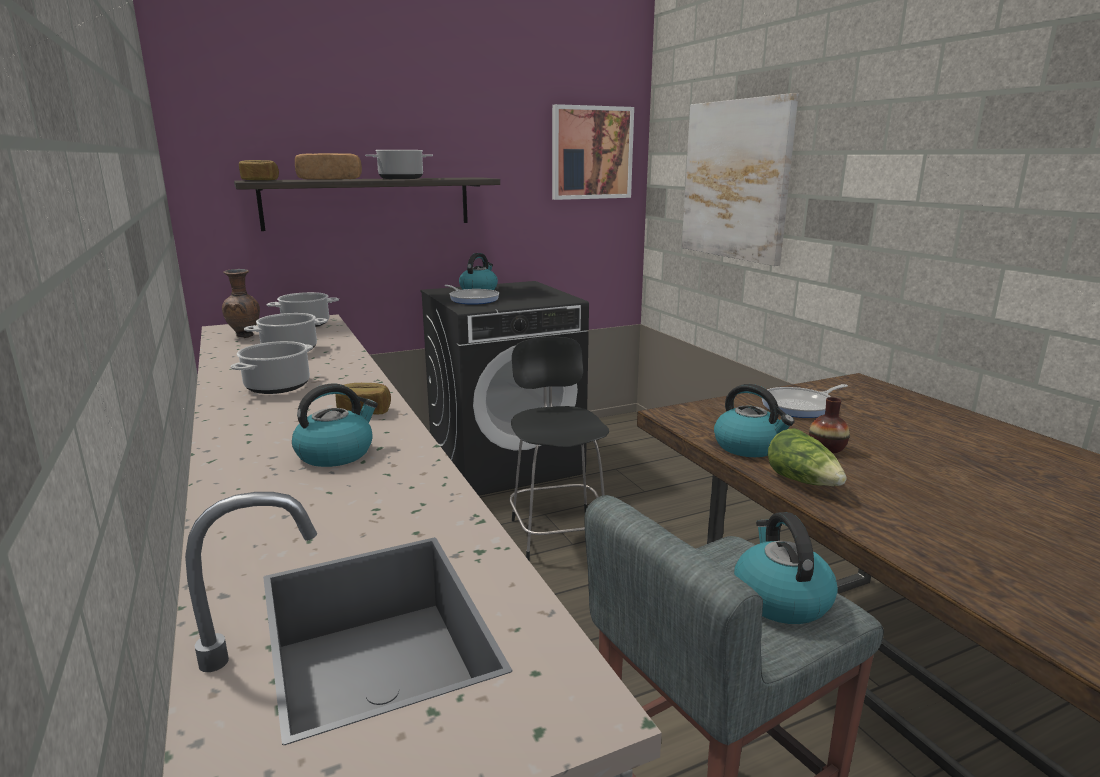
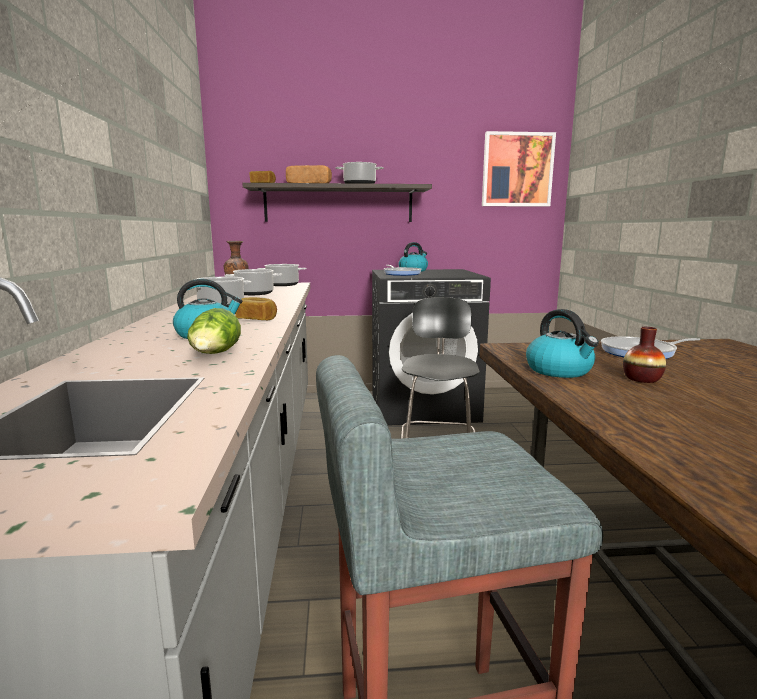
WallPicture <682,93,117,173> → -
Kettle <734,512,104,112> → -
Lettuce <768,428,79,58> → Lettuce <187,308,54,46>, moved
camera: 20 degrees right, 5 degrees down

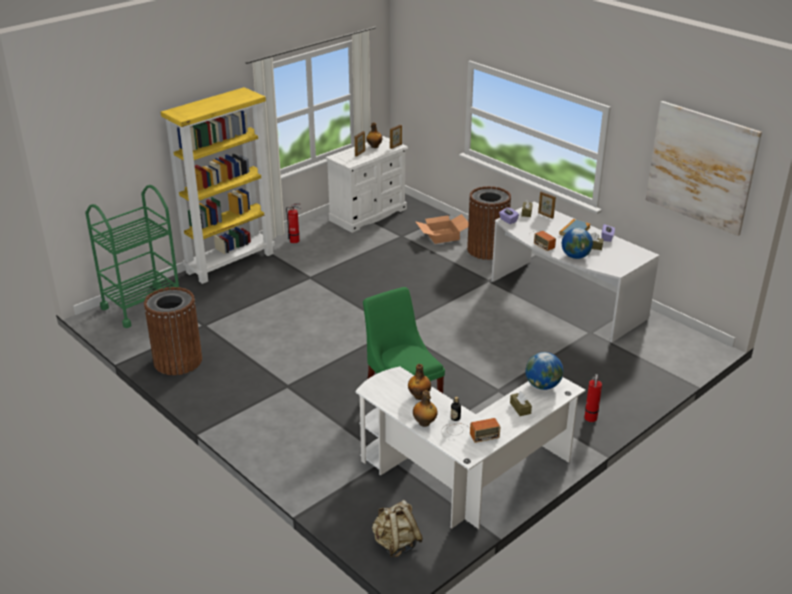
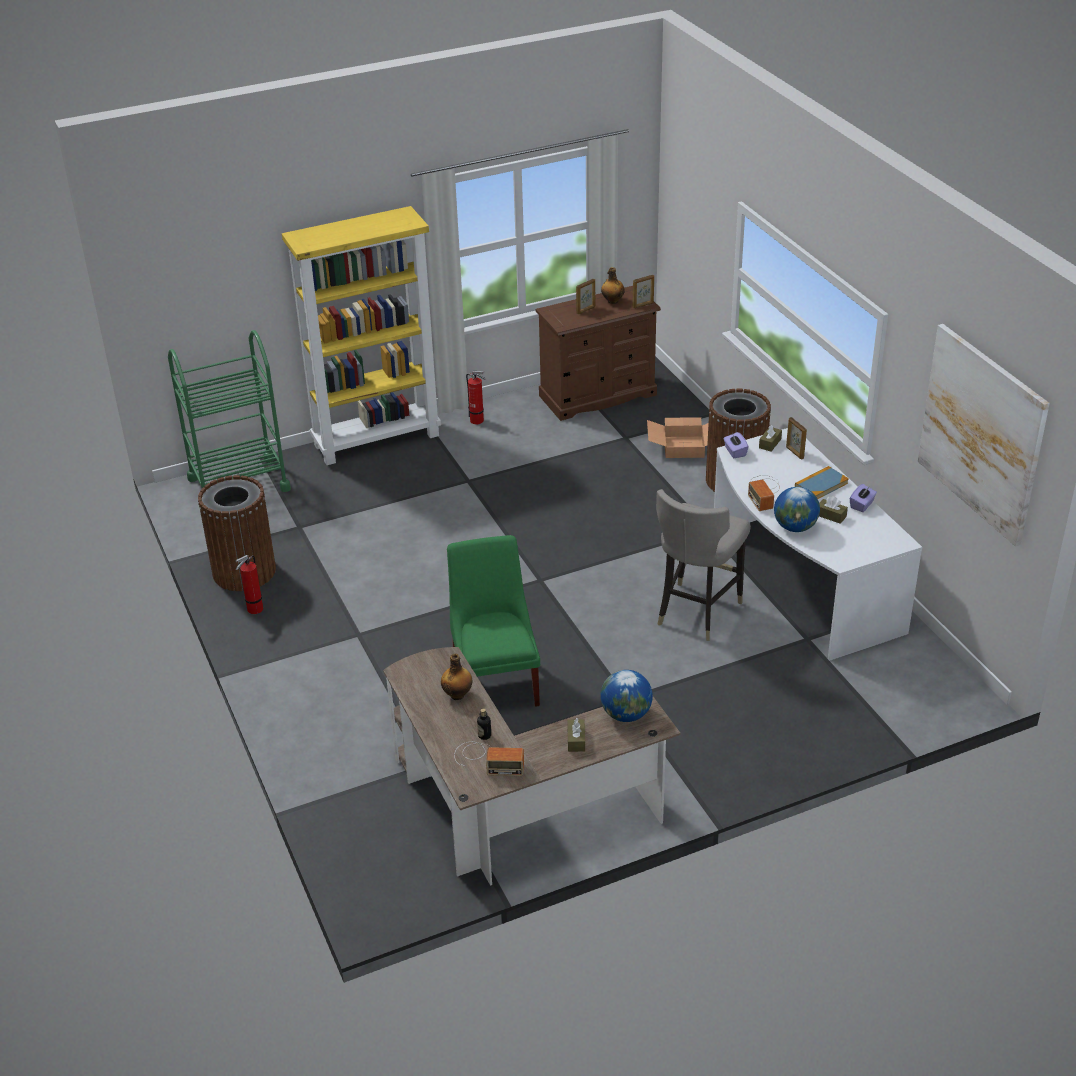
BeigeBackpack <372,500,51,57> → -
Bottle <413,390,24,37> → -
- → GreyStoolSeat <656,489,95,152>
FireFightingCylinder <584,374,18,48> → FireFightingCylinder <236,555,27,59>, moved
WhiteDrawerChest <325,136,83,97> → BrownColouredDrawerChest <536,286,125,135>
WhiteDesk <356,367,230,162> → BrownColouredDesk <383,647,298,239>
camera: 20 degrees right, 5 degrees up

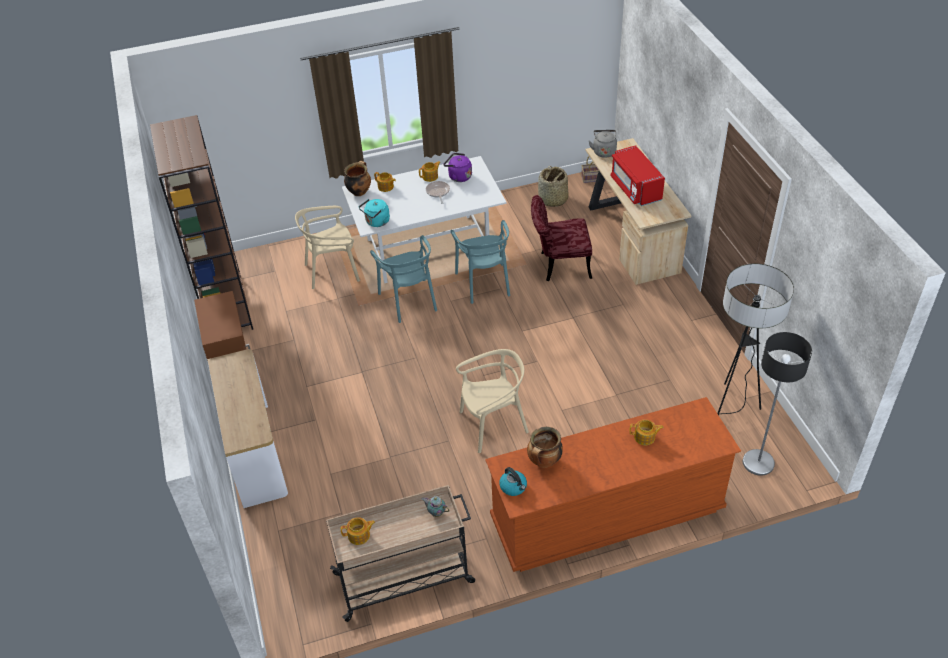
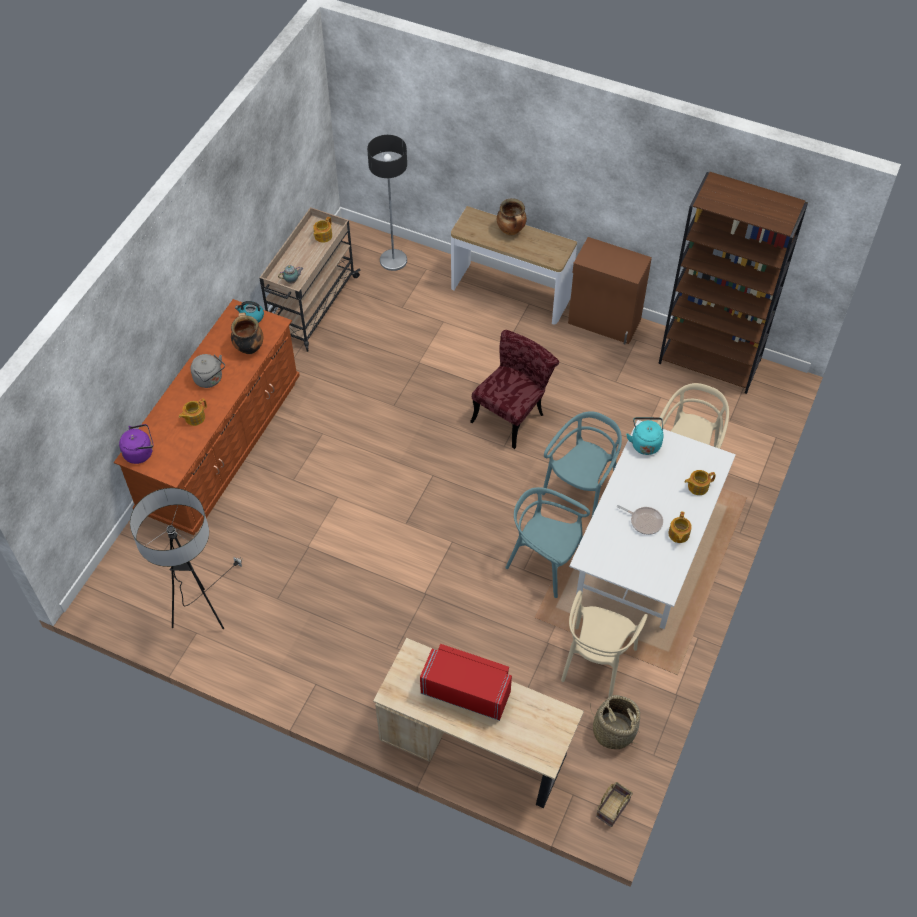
Stockpot <344,161,27,35> → Stockpot <497,198,30,37>, moved
PurplishKettle <443,153,29,29> → PurplishKettle <119,424,34,40>, moved
BeigeChair <456,349,73,104> → BeigeChair <561,590,87,107>, moved
RedColouredChair <531,195,61,86> → RedColouredChair <470,330,89,119>, moved
GreyKettle <589,130,28,28> → GreyKettle <191,354,34,34>, moved
StandardLamp <743,332,69,144> → StandardLamp <367,135,40,136>, moved
BlueGreenChair <370,235,67,88> → BlueGreenChair <542,411,80,105>, 105 degrees clockwise
camera: 130 degrees right, 10 degrees up

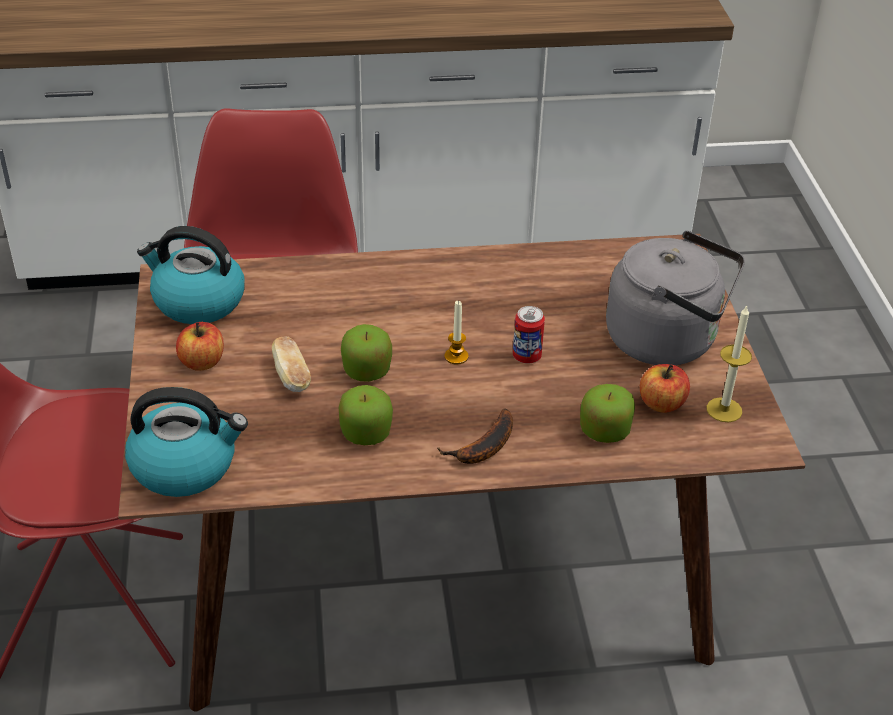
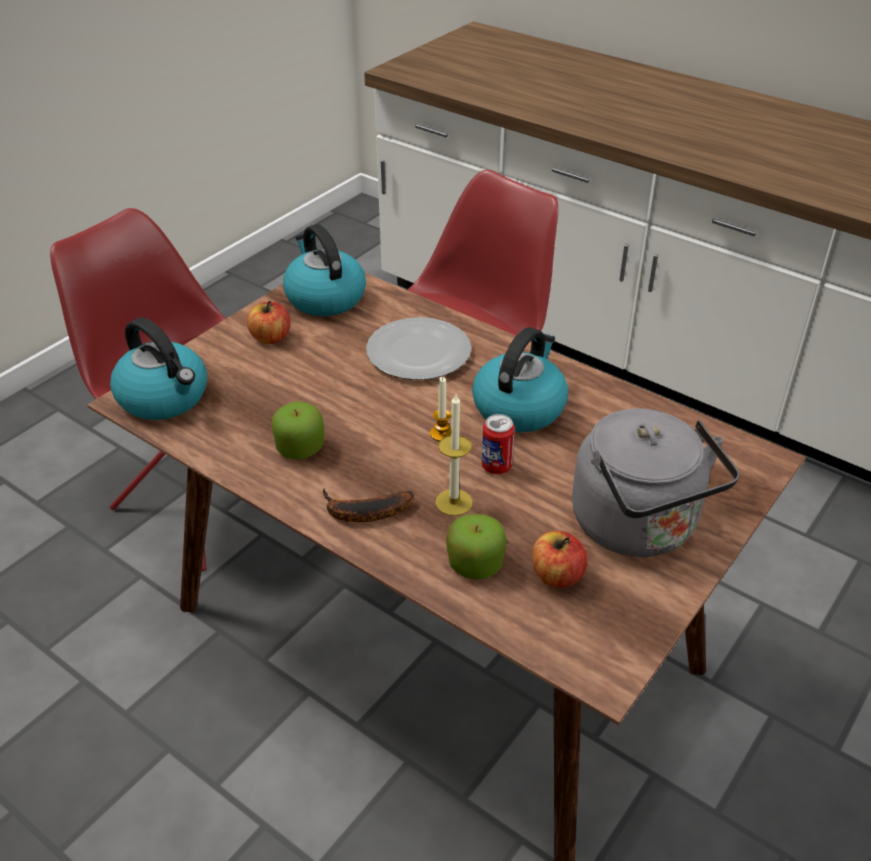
Bread <272,336,39,56> → -
WholeApple <341,324,51,58> → -
- → FlatDish <366,317,105,63>
- → Kettle <472,327,96,105>
Candle <706,305,46,117> → Candle <435,394,38,122>, moved
camera: 45 degrees right, 0 degrees up

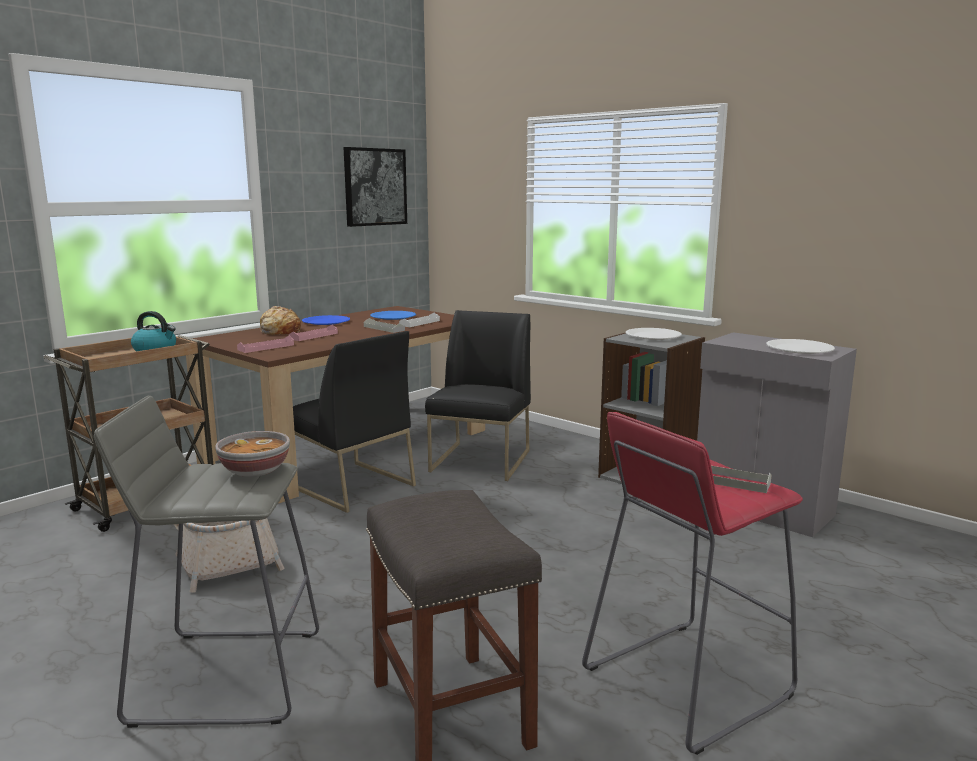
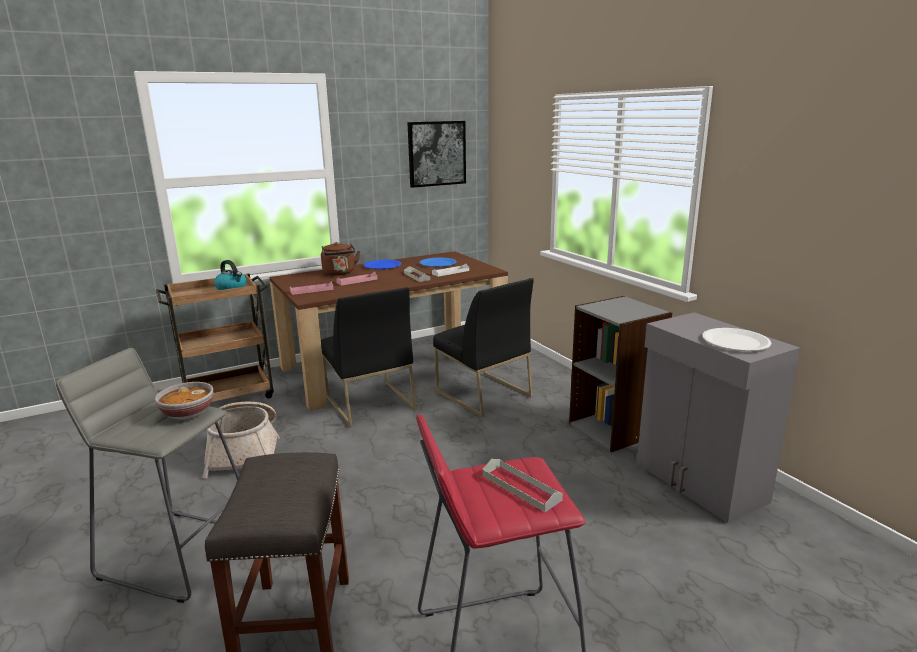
WhiteFlatDish <626,328,56,12> → -
Bread <260,306,41,29> → BrownColouredKettle <321,242,39,34>
BlackishChair <425,310,106,171> → BlackishChair <433,278,101,139>, 105 degrees clockwise
camera: 20 degrees right, 5 degrees up

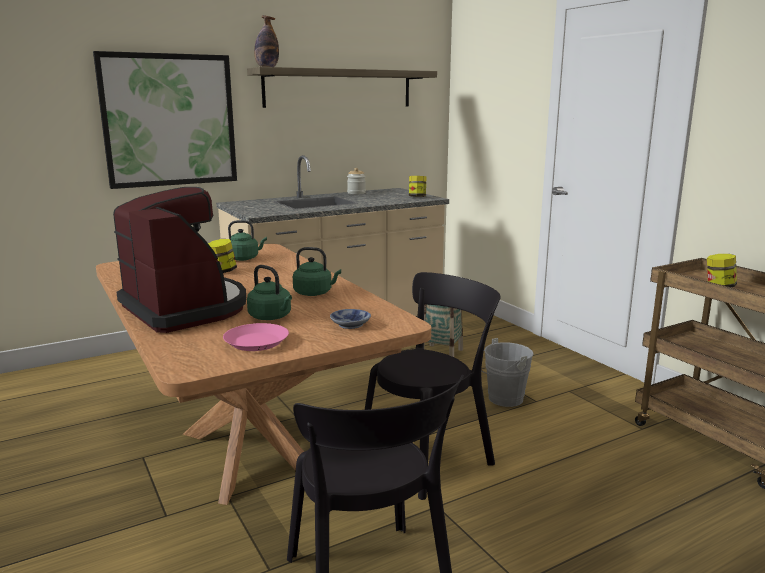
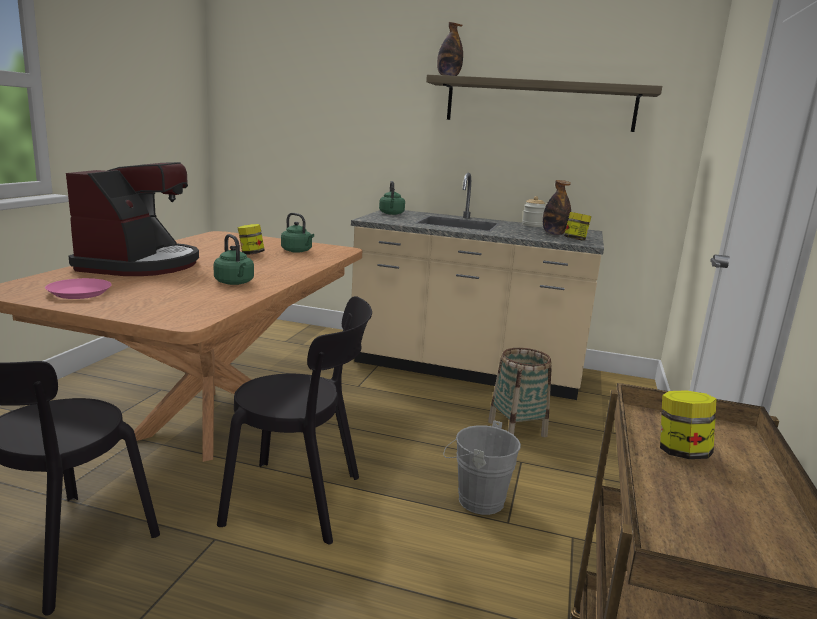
WallPicture <93,51,144,138> → -
DeepDish <330,309,41,20> → -
- → Bottle <543,180,28,55>
GreenishKettle <247,265,45,55> → GreenishKettle <379,181,26,34>, moved
camera: 45 degrees right, 0 degrees up

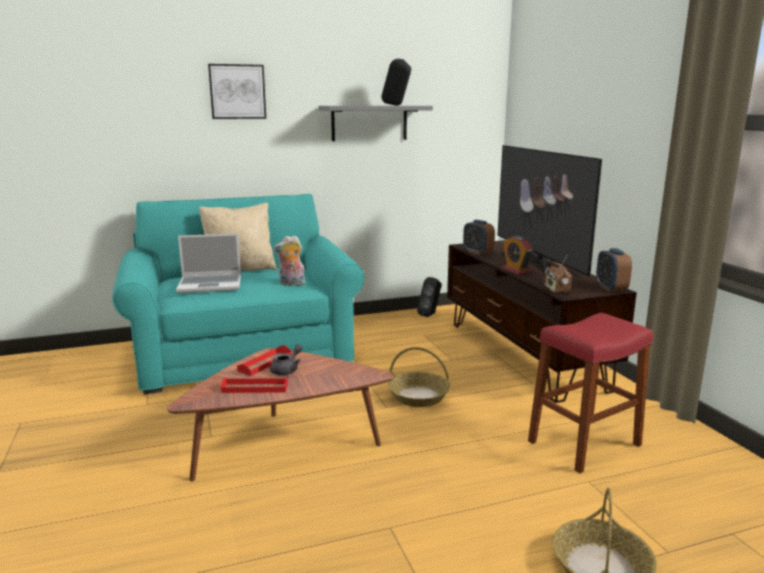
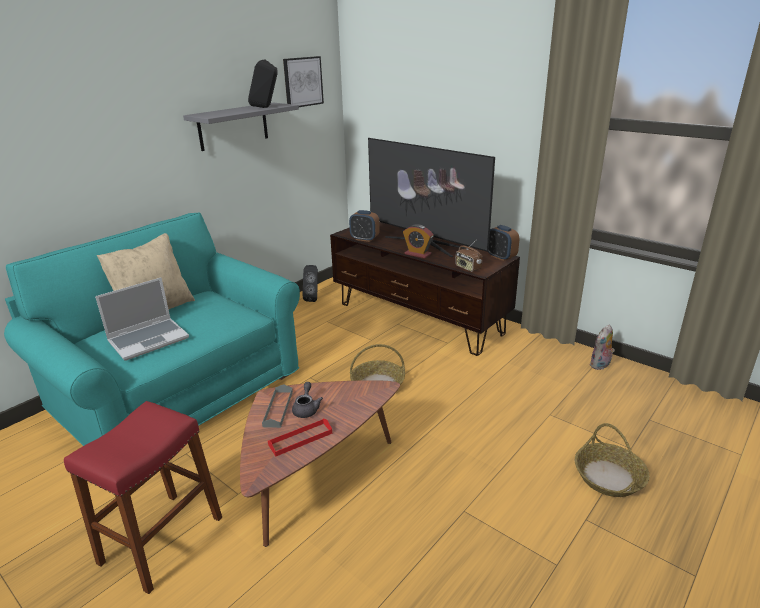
WallPicture <208,64,58,55> → WallPicture <283,56,41,51>, moved
CuddlyToy <273,235,32,51> → CuddlyToy <590,324,25,46>, moved
RedColouredStoolSeat <528,313,125,160> → RedColouredStoolSeat <64,401,158,193>, moved
RedColouredTray <237,345,54,31> → GreyTray <262,384,31,44>
camera: 30 degrees left, 10 degrees up

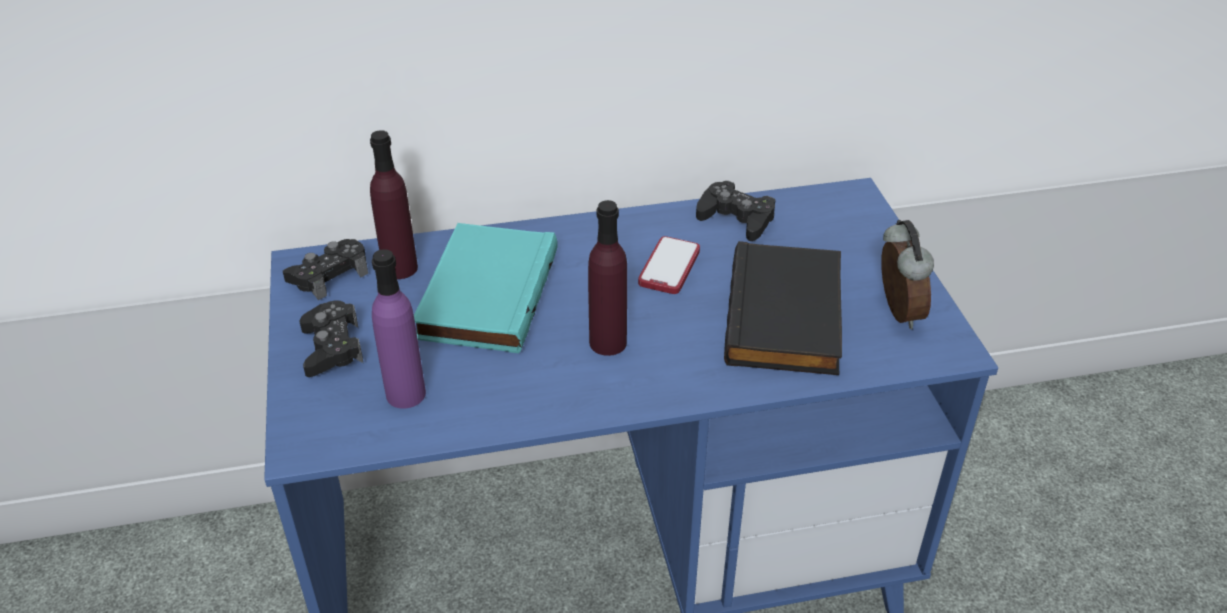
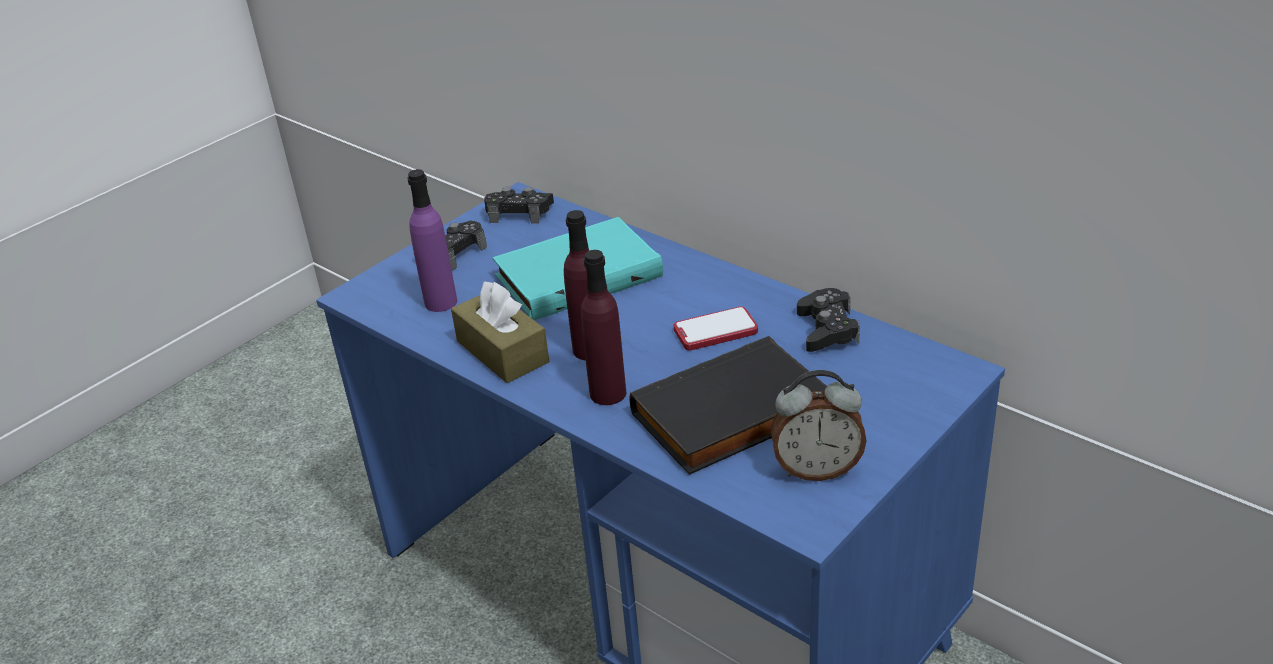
- → BrownColouredTissueHolder <451,282,98,101>
PurplishBottle <370,130,48,149> → PurplishBottle <581,250,45,155>, moved
TableClock <881,220,53,109> → TableClock <771,370,95,111>, 45 degrees clockwise
camera: 55 degrees right, 5 degrees down

